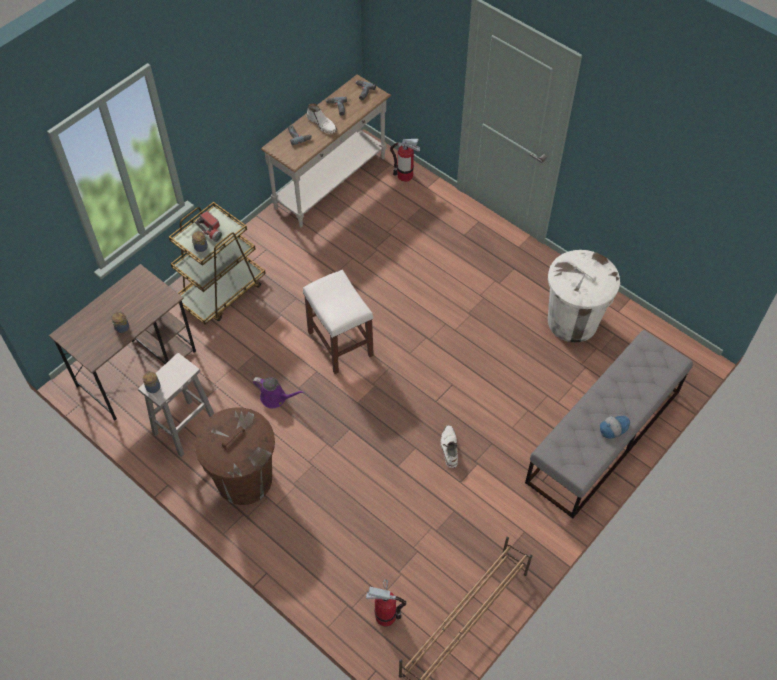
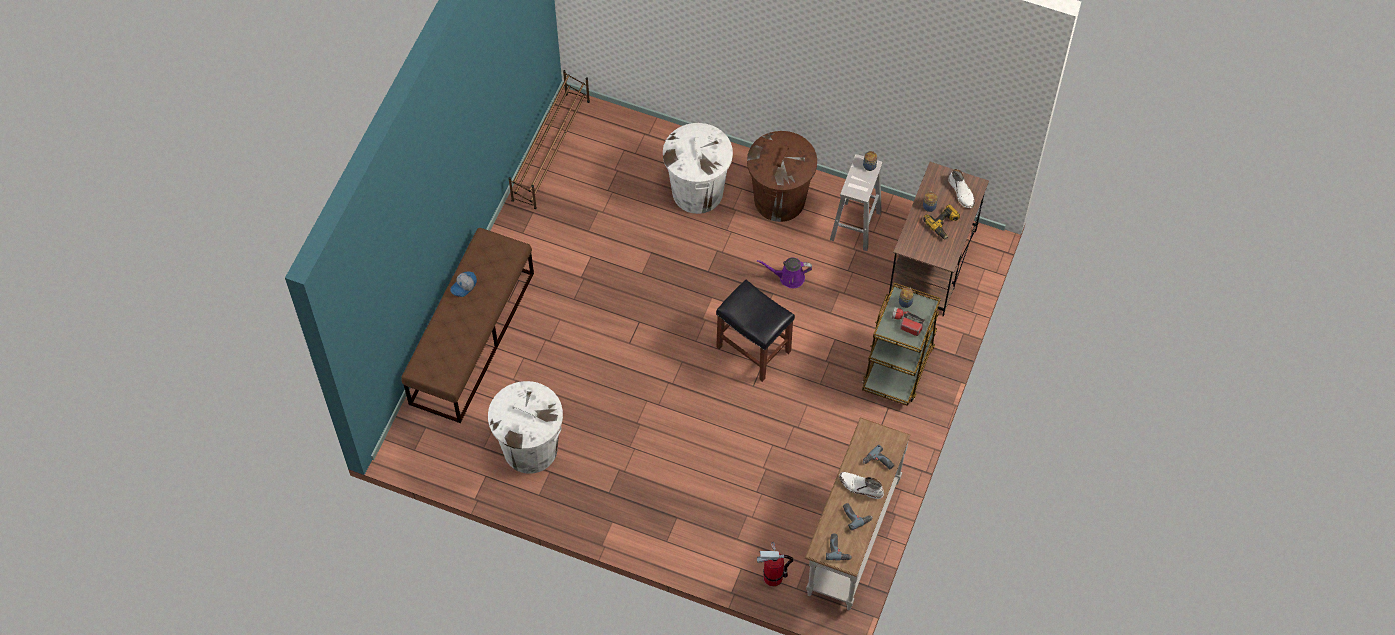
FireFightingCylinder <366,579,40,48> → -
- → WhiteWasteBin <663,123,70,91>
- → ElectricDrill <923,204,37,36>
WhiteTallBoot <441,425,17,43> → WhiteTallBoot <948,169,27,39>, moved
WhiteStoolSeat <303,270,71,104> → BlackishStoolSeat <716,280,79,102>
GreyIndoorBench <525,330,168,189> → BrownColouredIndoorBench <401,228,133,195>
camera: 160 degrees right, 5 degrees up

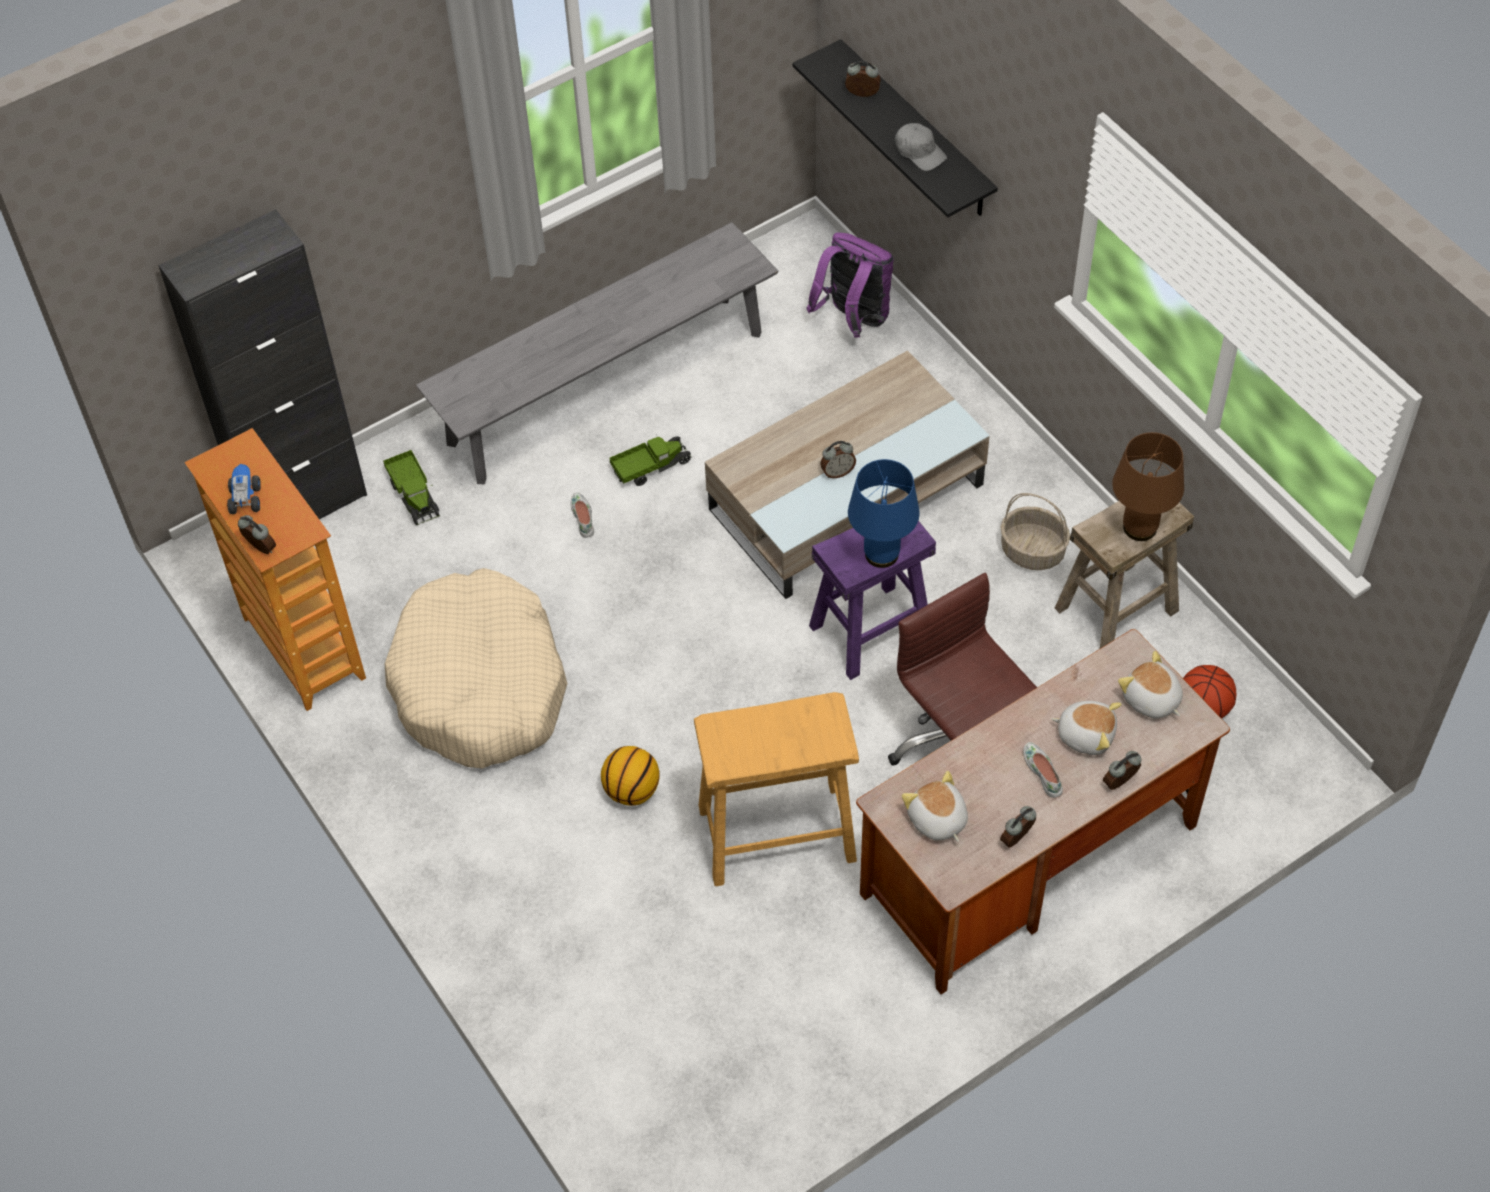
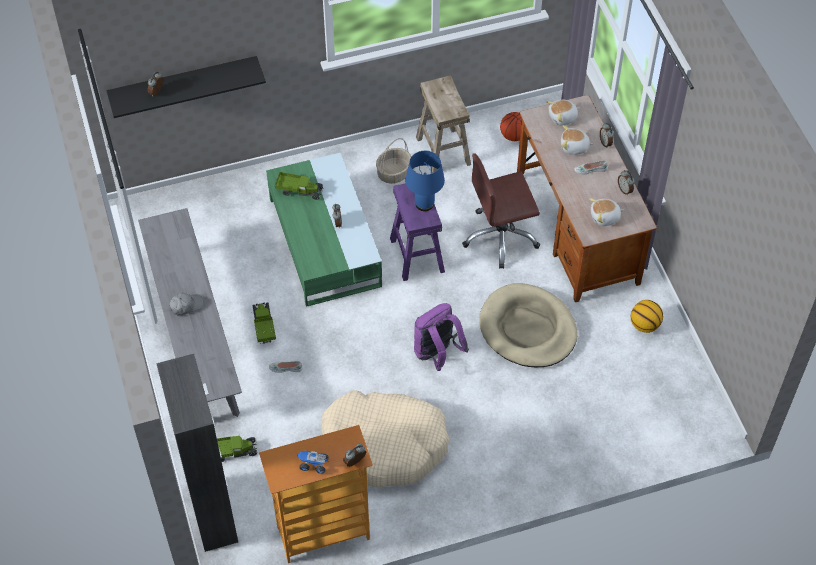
BrownColouredTabletopLamp <1112,432,72,109> → -
- → ToyLorry <275,172,49,28>
BallForBasketball <601,746,59,60> → BallForBasketball <631,300,32,33>, moved
PurplishBackpack <807,232,87,106> → PurplishBackpack <414,303,55,68>, moved
GreyBaseballCap <895,123,52,48> → GreyBaseballCap <169,293,34,22>, moved
BeigeStoolSeat <694,692,165,194> → BeigePetBed <479,283,99,84>
BeigeLowTable <705,350,285,249> → GreenishLowTable <266,153,116,154>
CuddlyToy <1051,701,71,54> → CuddlyToy <561,125,33,30>, 120 degrees counterclockwise
camera: 75 degrees left, 0 degrees up

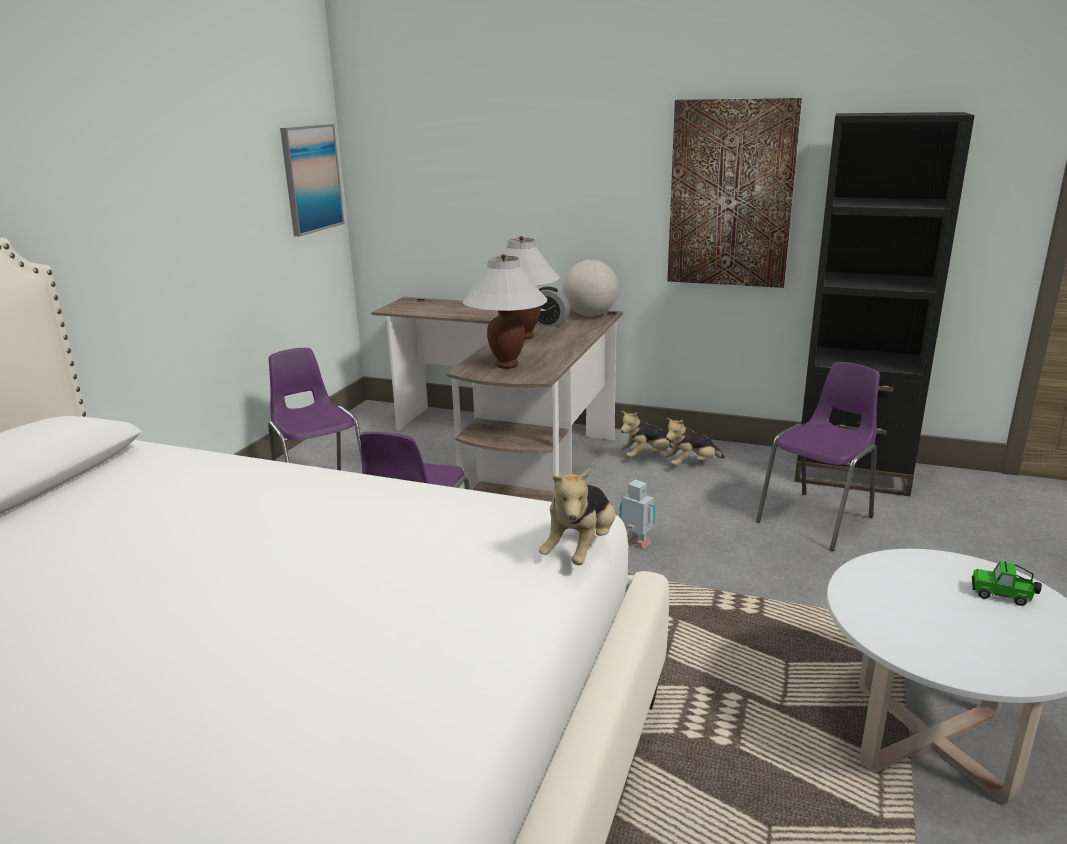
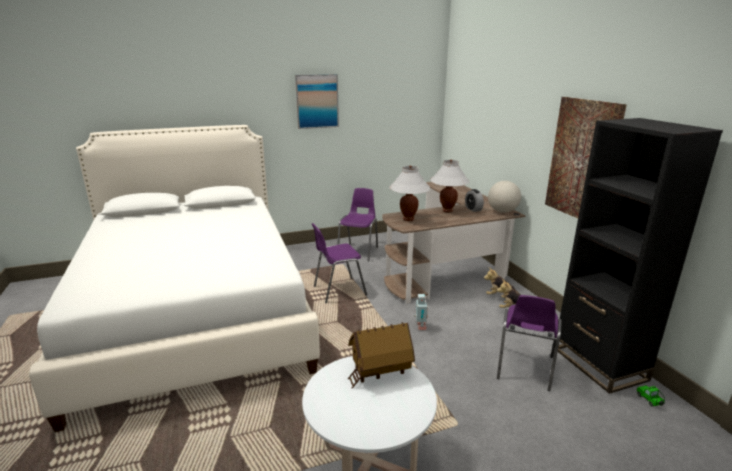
CuddlyToy <539,468,76,97> → -
- → MiniatureHouse <348,322,67,66>
WallPicture <280,124,64,112> → WallPicture <295,74,44,55>, moved
ModelCar <972,561,70,45> → ModelCar <636,385,29,21>, moved
PurplishChair <756,362,124,189> → PurplishChair <497,295,65,96>, 105 degrees clockwise
camera: 50 degrees right, 0 degrees up

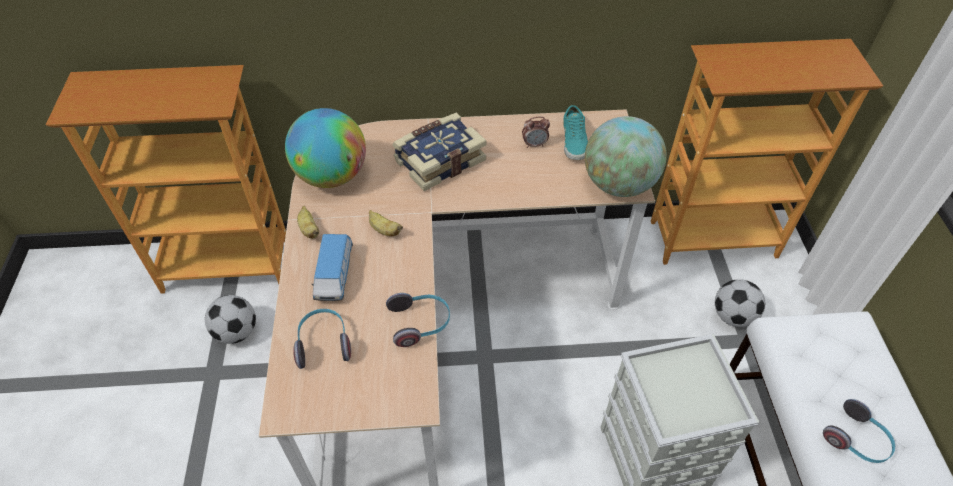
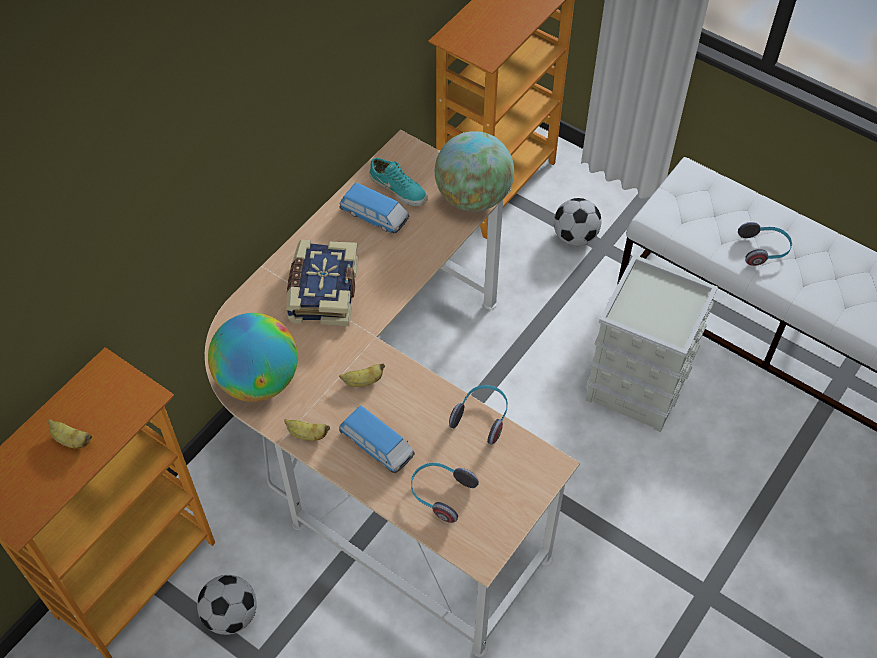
- → Banana <48,419,44,30>
TableClock <522,117,28,31> → ModelCar <340,182,69,51>
camera: 50 degrees left, 5 degrees up

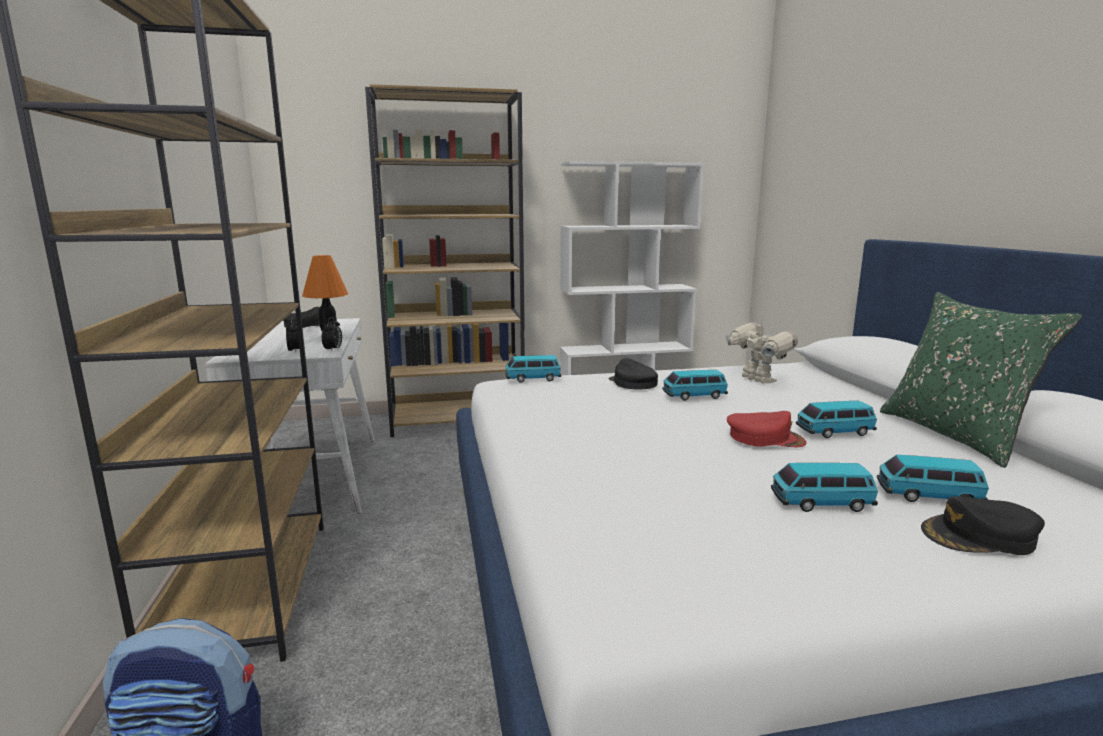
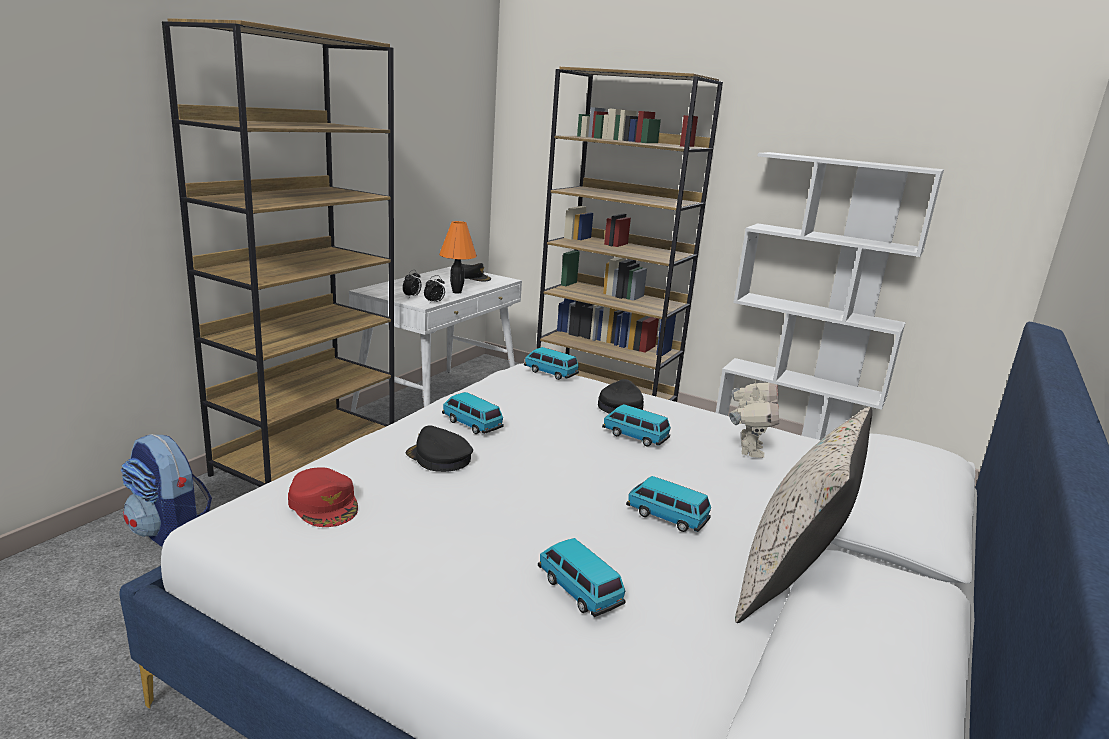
RedColouredBaseballCap <727,411,80,36> → RedColouredBaseballCap <288,467,70,60>, moved
ModelCar <771,463,107,49> → ModelCar <442,392,62,42>, moved
BlackishBaseballCap <921,496,124,59> → BlackishBaseballCap <406,425,67,47>, moved
GreenishPillow <880,292,202,176> → BeigePillow <735,407,137,216>
camera: 40 degrees right, 5 degrees up

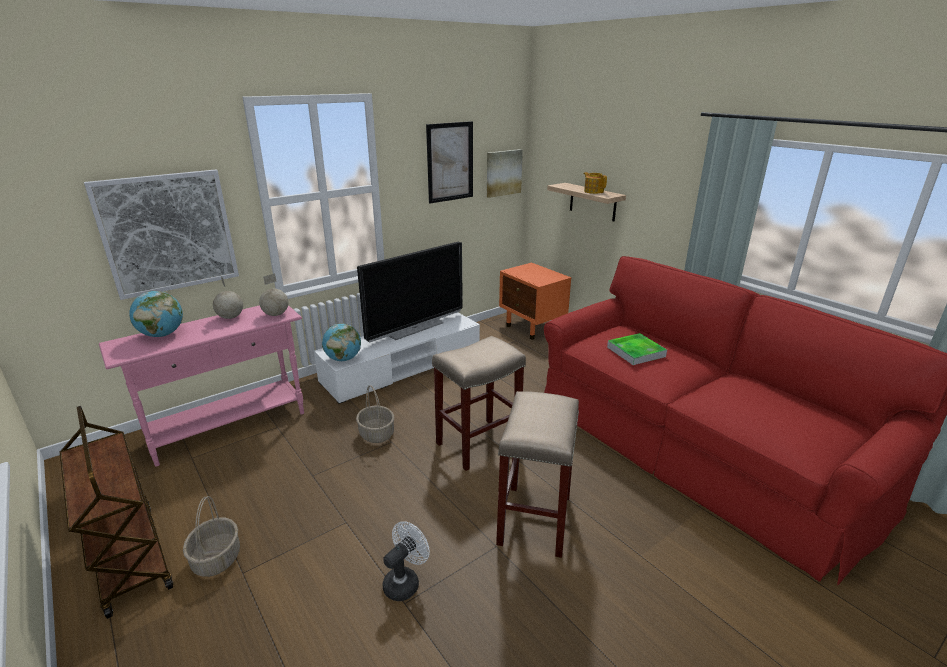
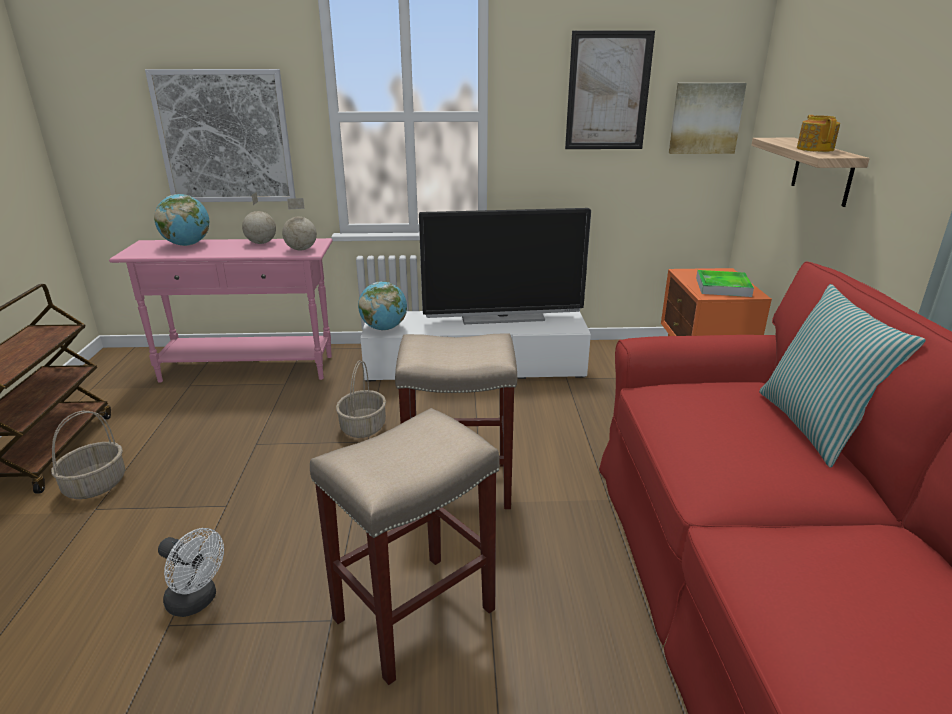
- → Pillow <759,284,167,184>
Tray <607,333,60,32> → Tray <696,270,58,27>, moved
WhiteCoolingFan <382,521,48,80> → WhiteCoolingFan <158,528,66,89>, 45 degrees clockwise
camera: 35 degrees right, 0 degrees up

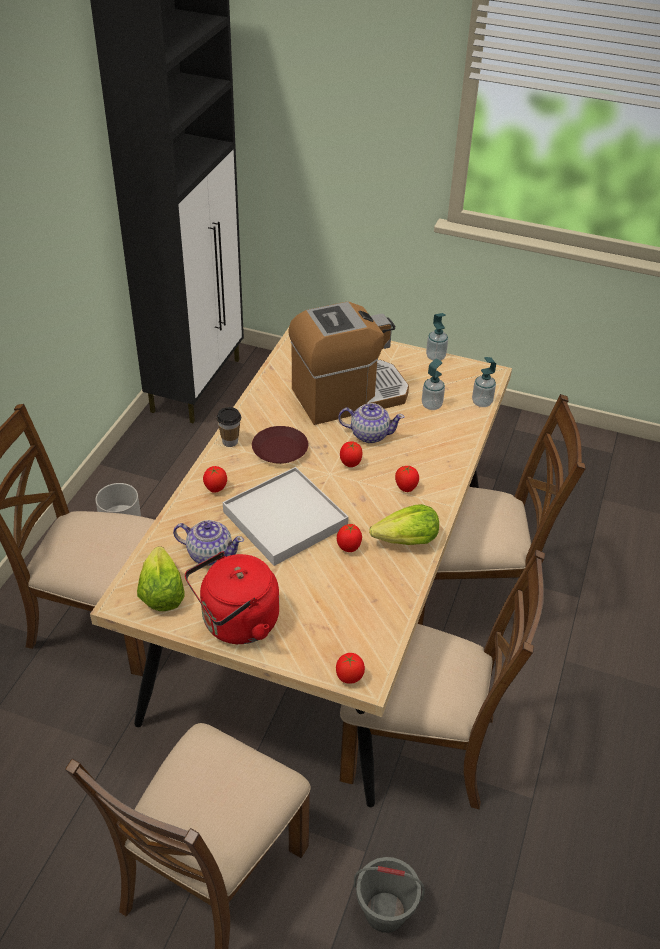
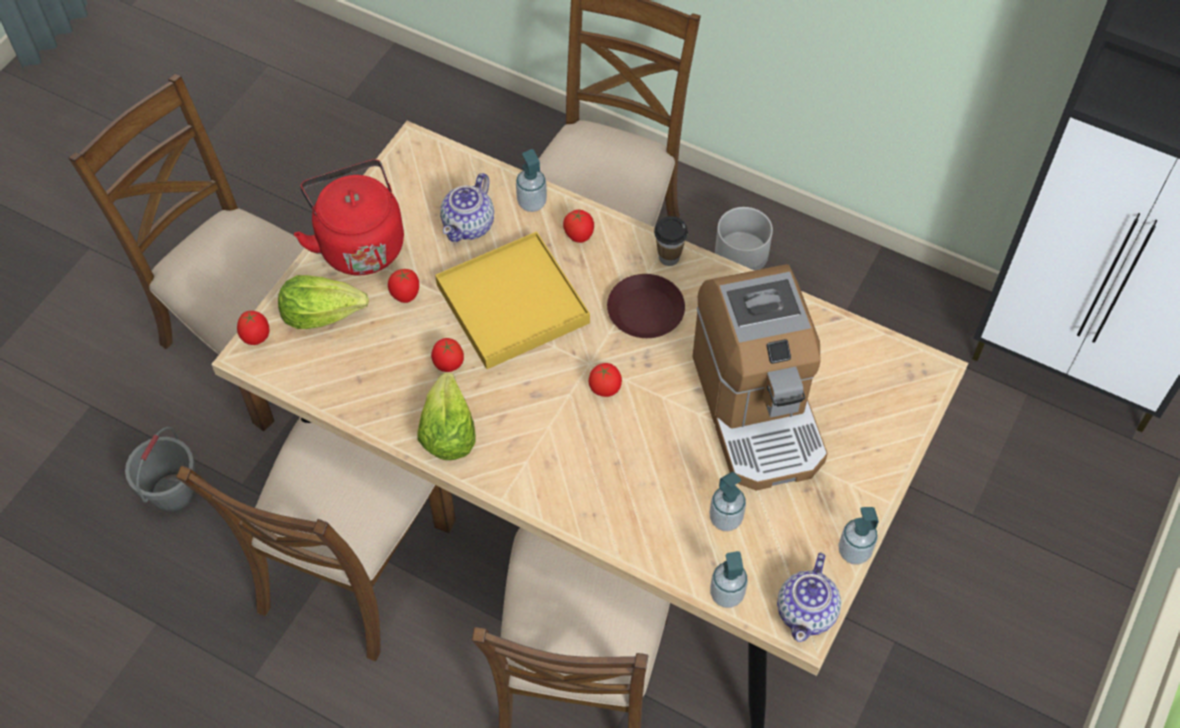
- → SoapDispenser <516,149,31,63>
Lettuce <137,546,48,65> → Lettuce <278,275,91,54>, moved
PotForTea <338,403,66,40> → PotForTea <777,553,64,89>, moved
FreshTomato <395,466,24,26> → FreshTomato <388,269,31,34>, moved
WhiteTray <223,467,126,99> → YellowTray <435,231,155,138>
camera: 100 degrees right, 15 degrees up

